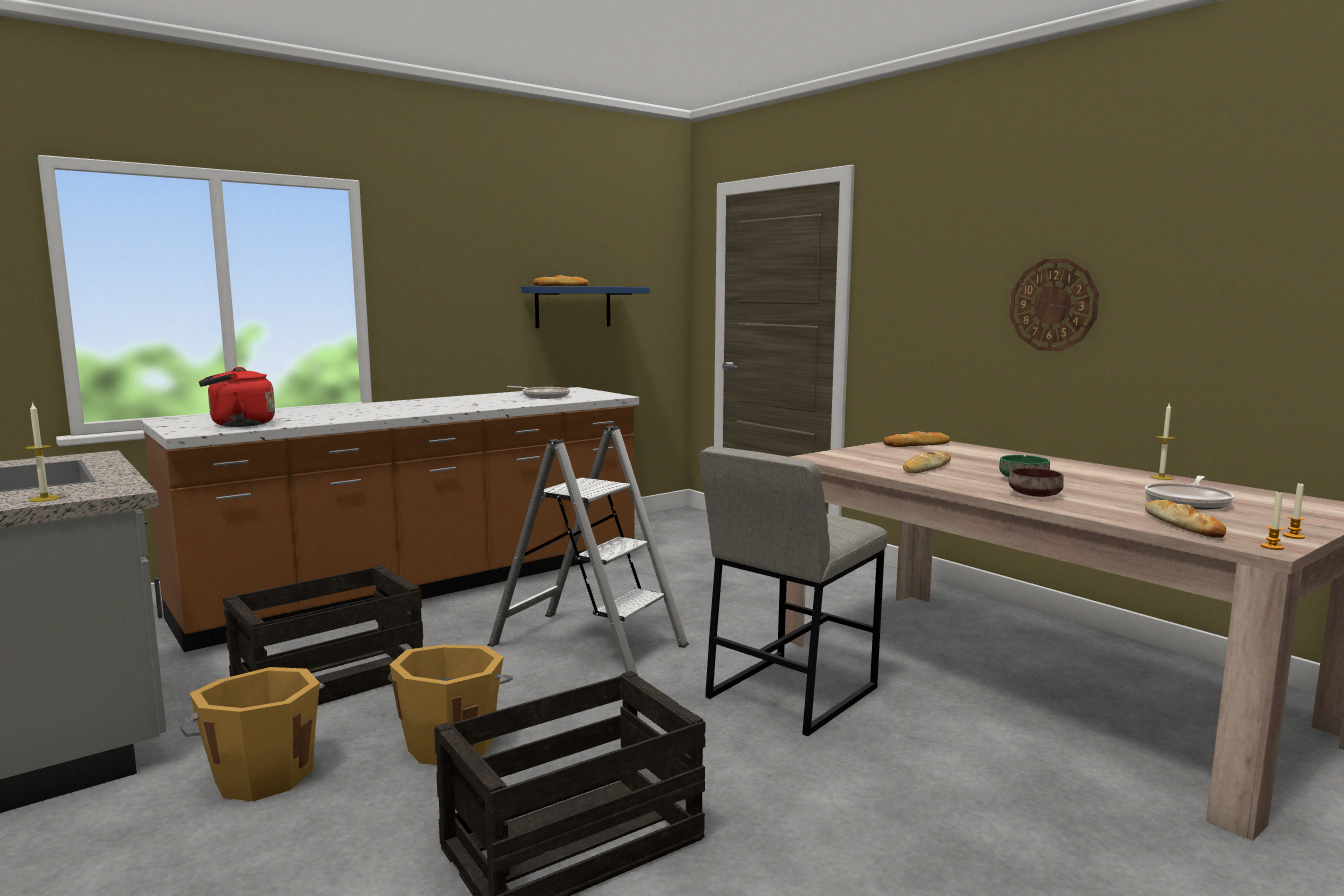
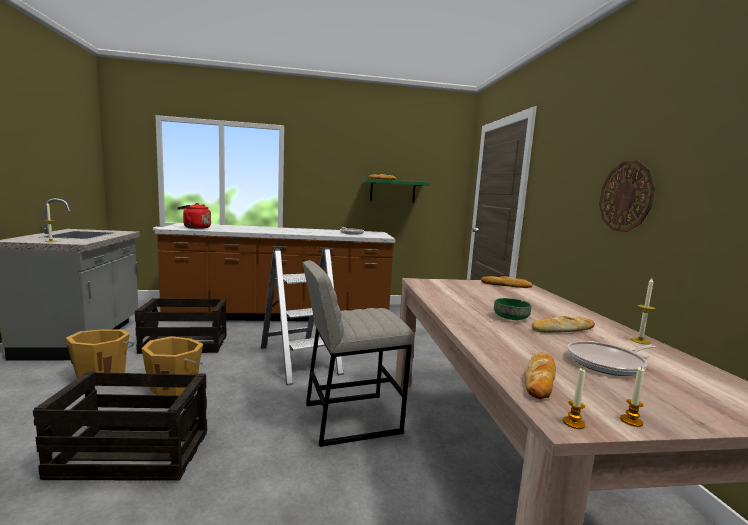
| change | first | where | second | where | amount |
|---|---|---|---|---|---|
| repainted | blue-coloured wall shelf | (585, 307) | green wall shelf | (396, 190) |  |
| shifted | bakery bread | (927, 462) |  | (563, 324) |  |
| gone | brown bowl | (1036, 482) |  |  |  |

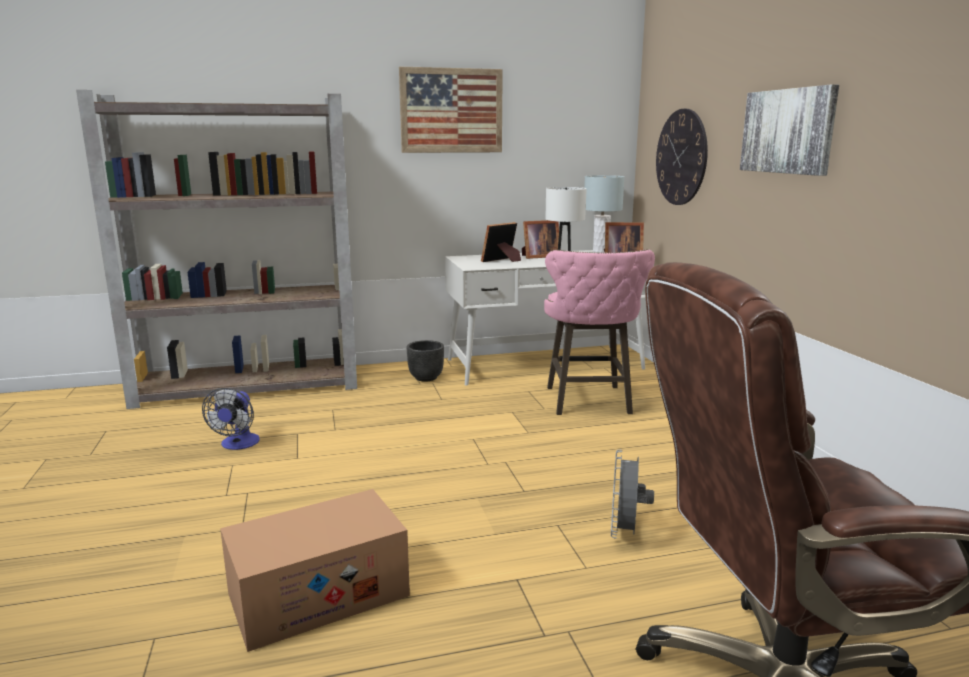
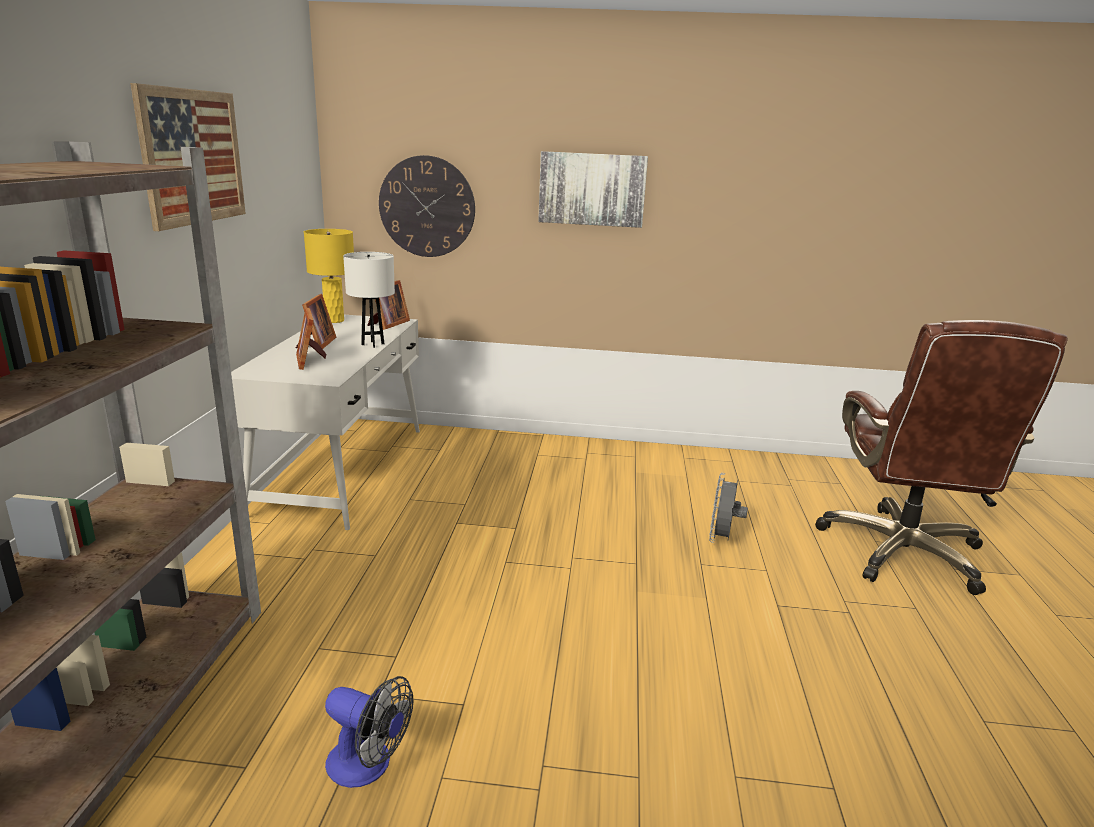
| change | first | where | second | where | amount |
|---|---|---|---|---|---|
| gone | packing box | (315, 570) |  |  |  |
| gone | black-coloured plant pot | (425, 361) |  |  |  |
| gone | pink stool | (599, 332) |  |  |  |
| repainted | grey table lamp | (604, 214) | yellow-coloured table lamp | (329, 276) |  |
| rotated | grey cooling fan | (632, 494) |  | (728, 508) | 75 degrees clockwise |

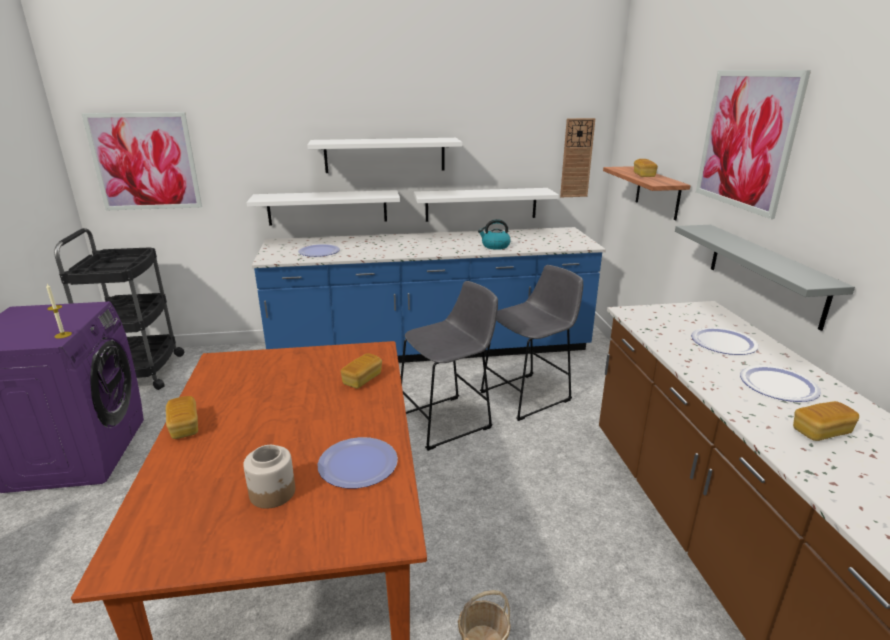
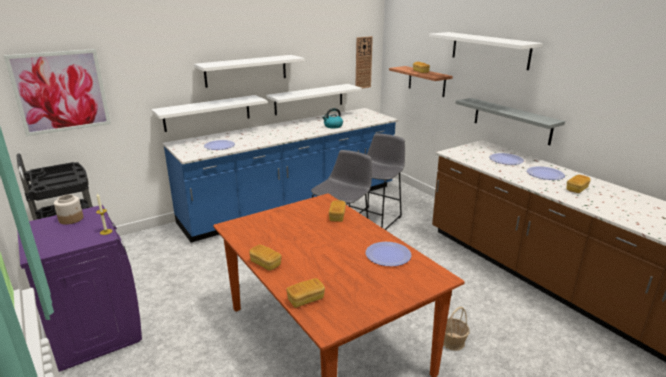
| change | first | where | second | where | amount |
|---|---|---|---|---|---|
| shifted | preserve jar | (269, 477) |  | (69, 209) |  |
| swapped | picture | (753, 144) | white-coloured wall shelf | (486, 51) |  |
| new |  |  | bakery bread | (306, 293) |  |

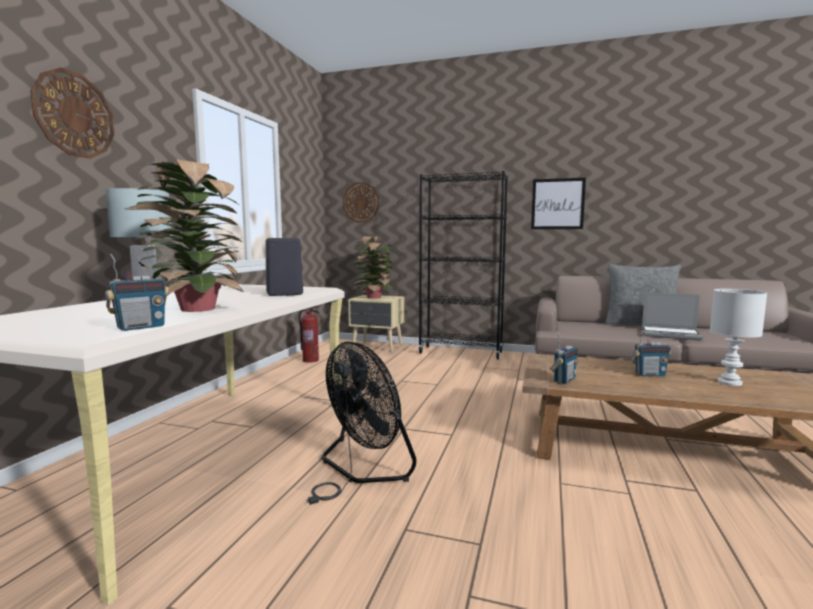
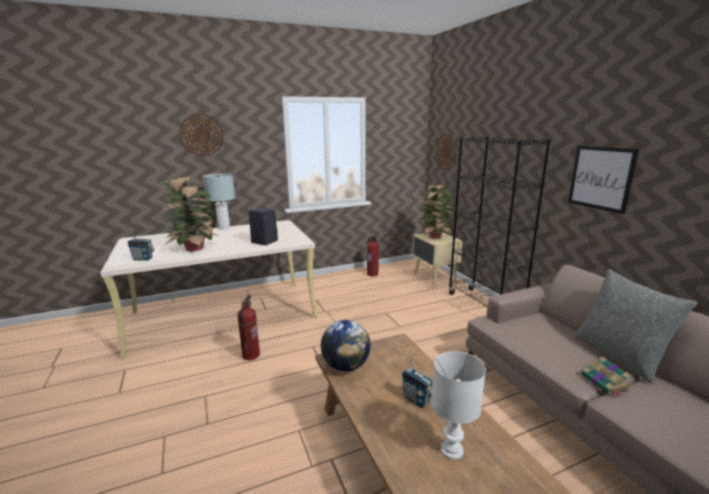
| change | first | where | second | where | amount |
|---|---|---|---|---|---|
| swapped | black-coloured cooling fan | (361, 423) | fire extinguisher | (248, 327) |  |
| swapped | radio | (564, 358) | globe | (346, 345) |  |
| swapped | notebook computer | (672, 316) | book | (606, 376) |  |

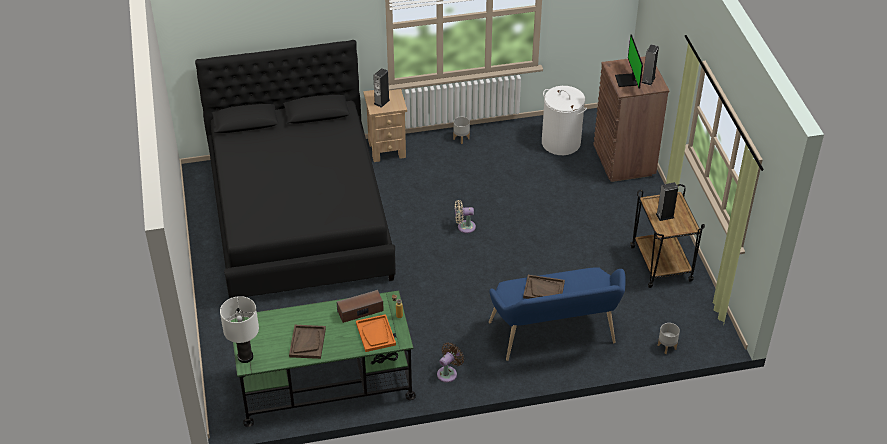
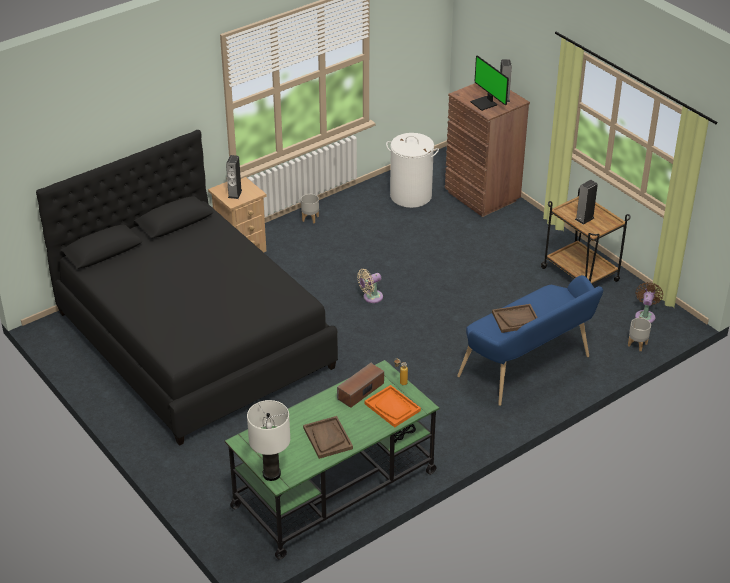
| change | first | where | second | where | amount |
|---|---|---|---|---|---|
| shifted | brown cooling fan | (450, 362) |  | (649, 302) |  |

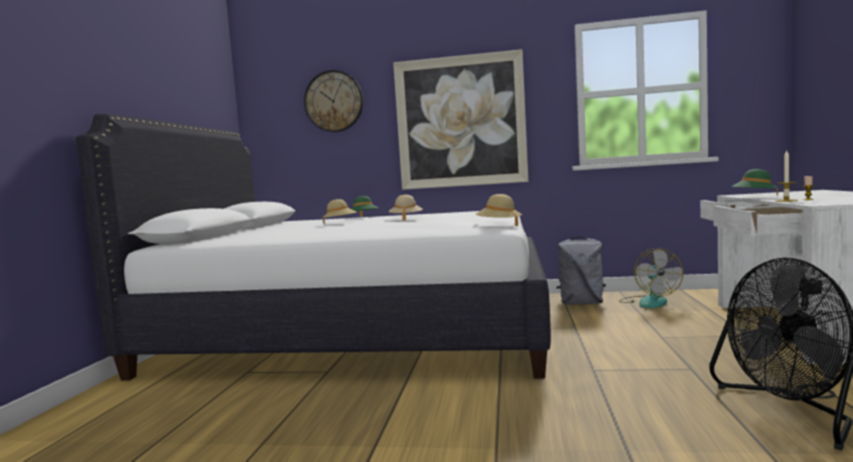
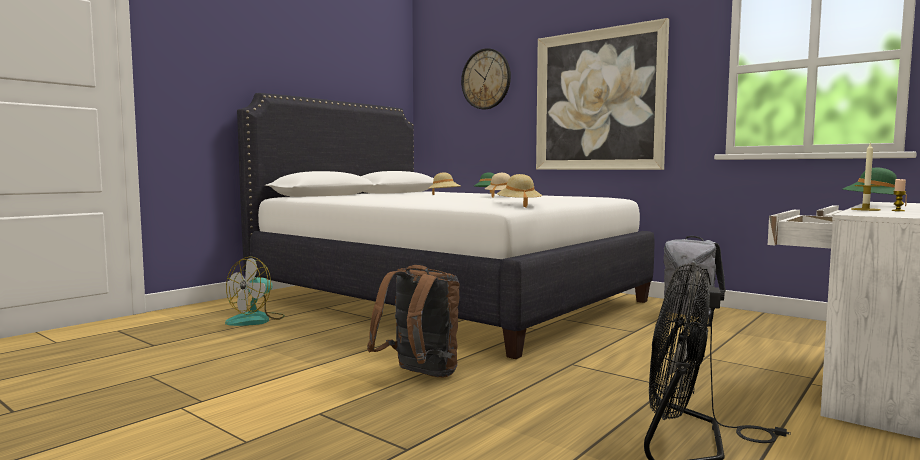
| change | first | where | second | where | amount |
|---|---|---|---|---|---|
| shifted | cooling fan | (651, 278) |  | (255, 291) |  |
| new |  |  | brown backpack | (413, 321) |  |

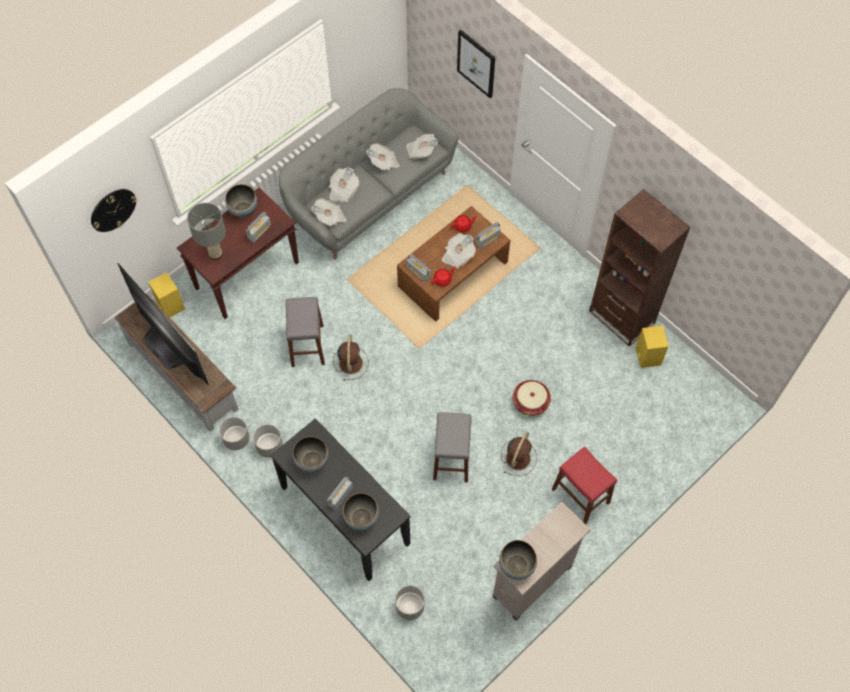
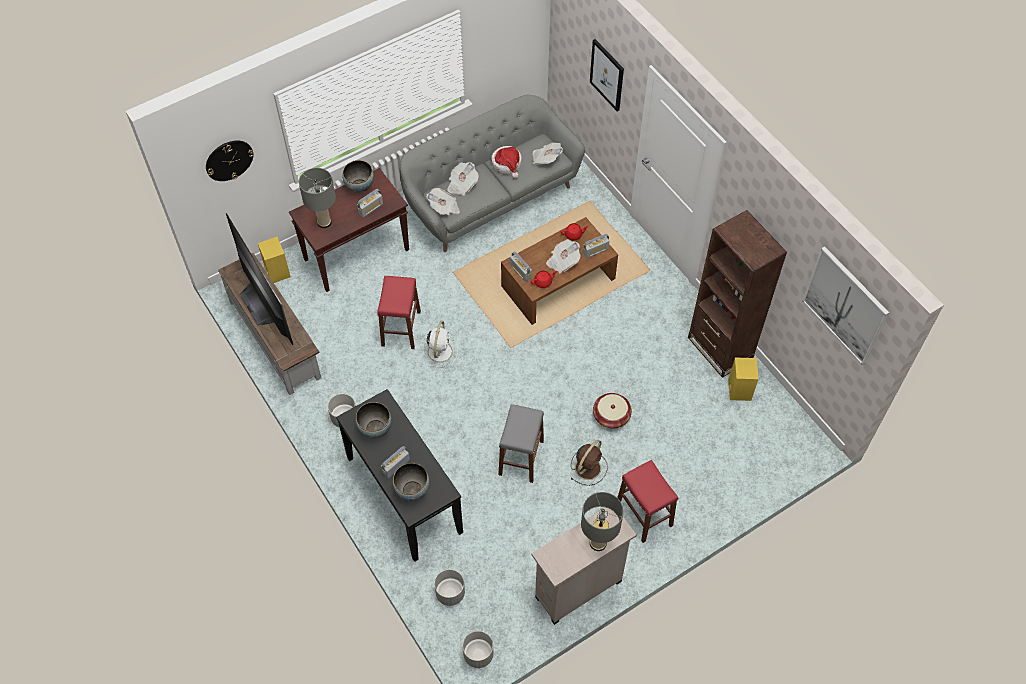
| change | first | where | second | where | amount |
|---|---|---|---|---|---|
| shifted | grey plant pot | (234, 433) |  | (478, 649) |  |
| repainted | grey stool | (305, 332) | red stool | (399, 312) |  |
| repainted | brown cooling fan | (351, 358) | white-coloured cooling fan | (440, 344) |  |
| swapped | newspaper | (382, 156) | clothing hat | (506, 162) |  |
| gone | bowl | (518, 560) |  |  |  |
| new |  |  | grey table lamp | (602, 521) |  |
| new |  |  | picture | (845, 305) |  |

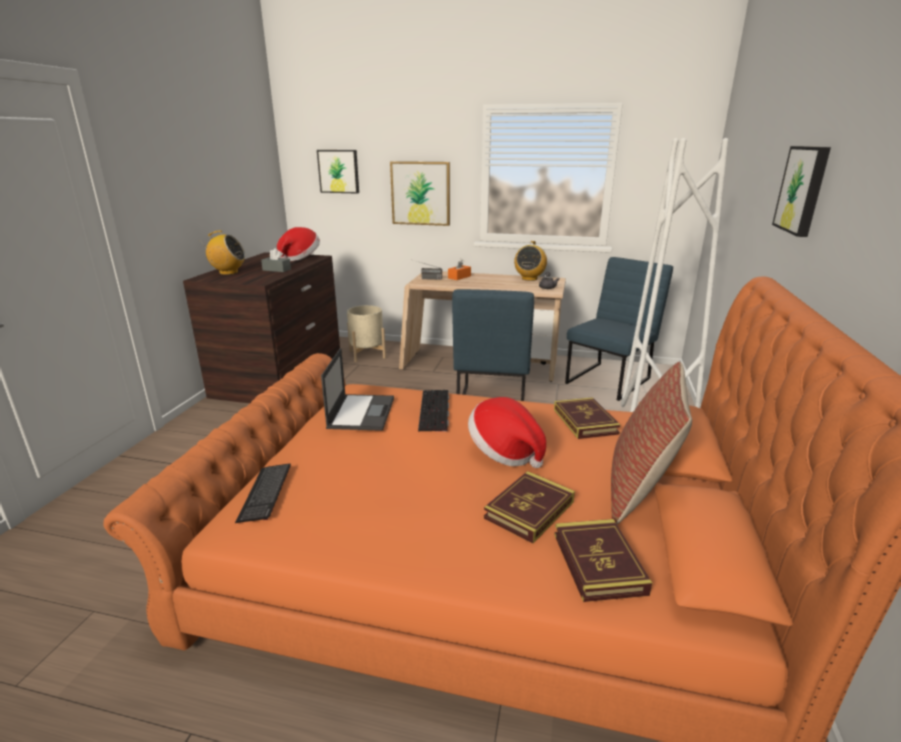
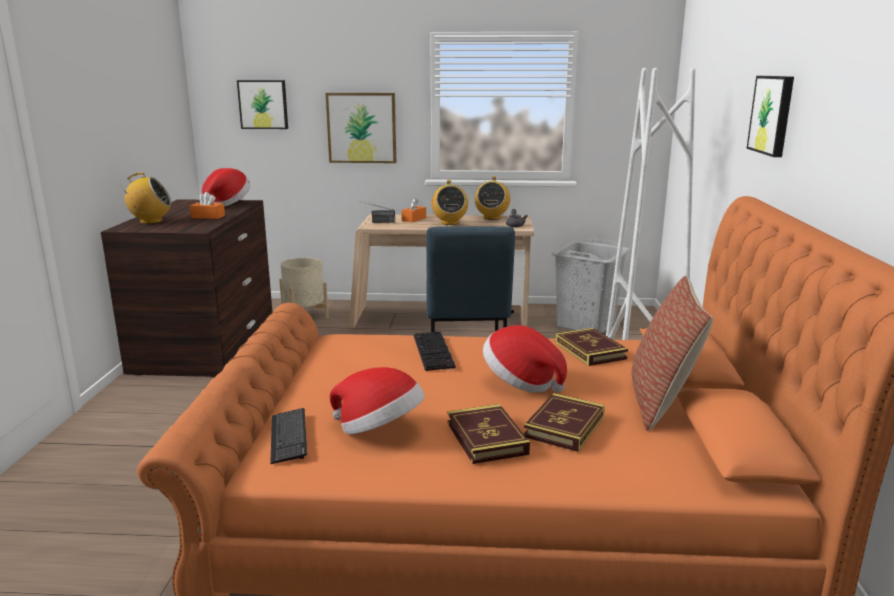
| change | first | where | second | where | amount |
|---|---|---|---|---|---|
| repainted | grey tissue holder | (276, 260) | orangey tissue holder | (207, 205) |  |
| gone | notebook computer | (357, 389) |  |  |  |
| shifted | book | (603, 560) |  | (489, 434) |  |
| swapped | blue-coloured upright chair | (619, 329) | grey washing basket | (591, 285) |  |
| new |  |  | clothing hat | (377, 400) |  |
| new |  |  | radio | (449, 202) |  |

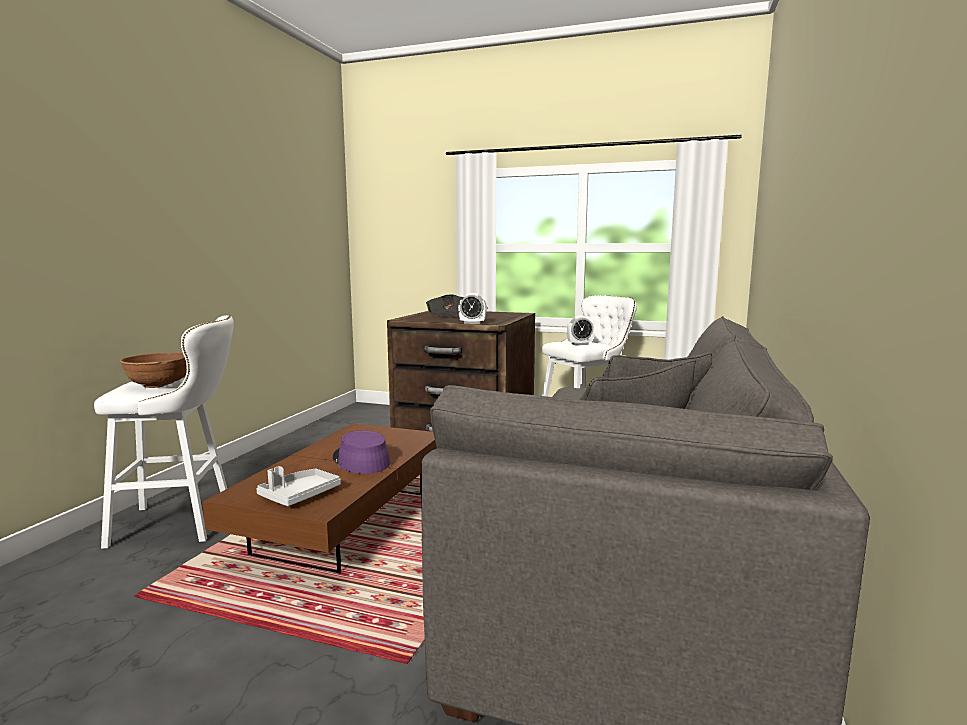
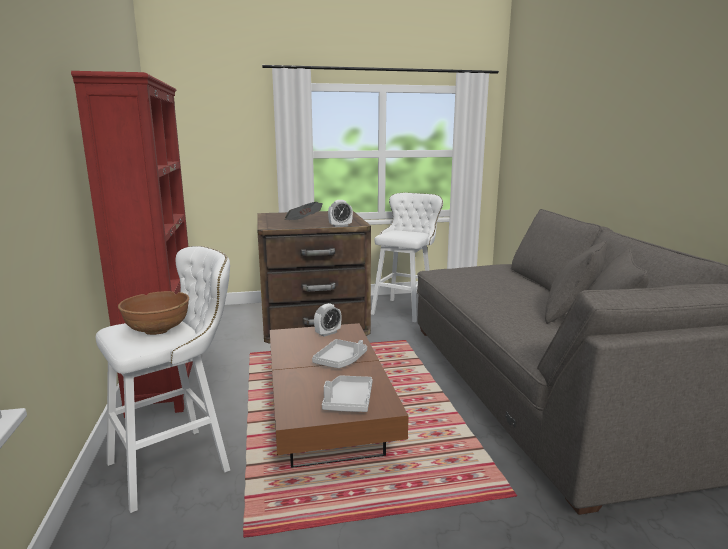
| change | first | where | second | where | amount |
|---|---|---|---|---|---|
| swapped | purplish clothing hat | (361, 452) | grey carrying tray | (339, 353) |  |
| shifted | alarm clock | (580, 330) |  | (328, 320) |  |
| new |  |  | red bookshelf | (132, 244) |  |

